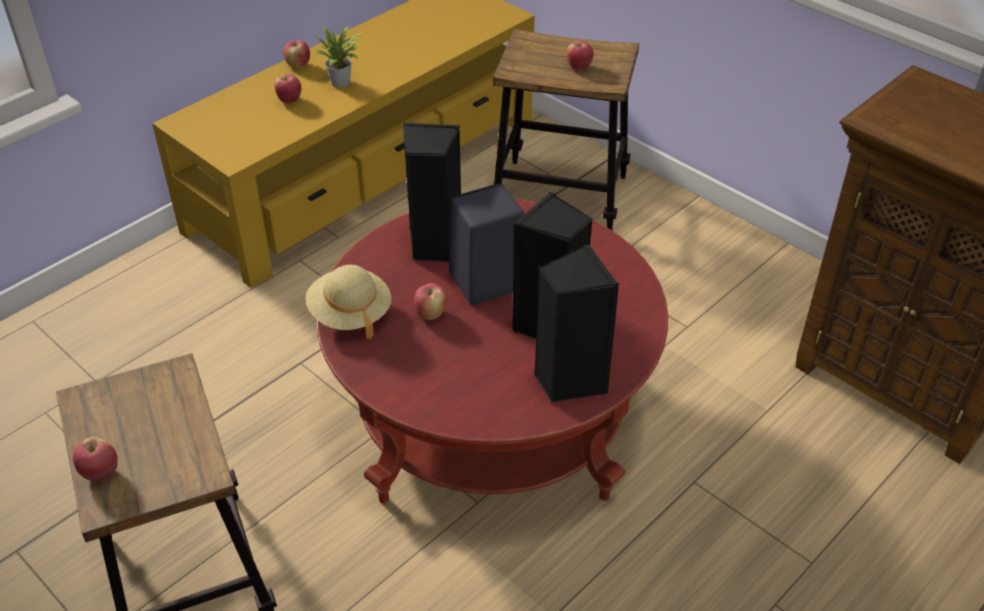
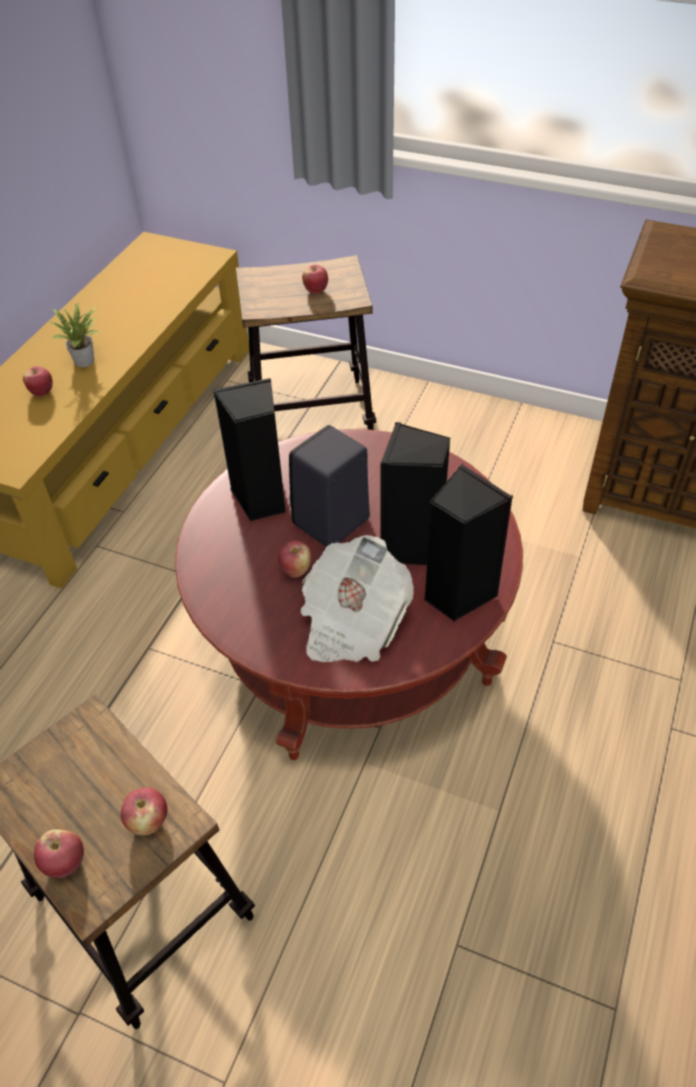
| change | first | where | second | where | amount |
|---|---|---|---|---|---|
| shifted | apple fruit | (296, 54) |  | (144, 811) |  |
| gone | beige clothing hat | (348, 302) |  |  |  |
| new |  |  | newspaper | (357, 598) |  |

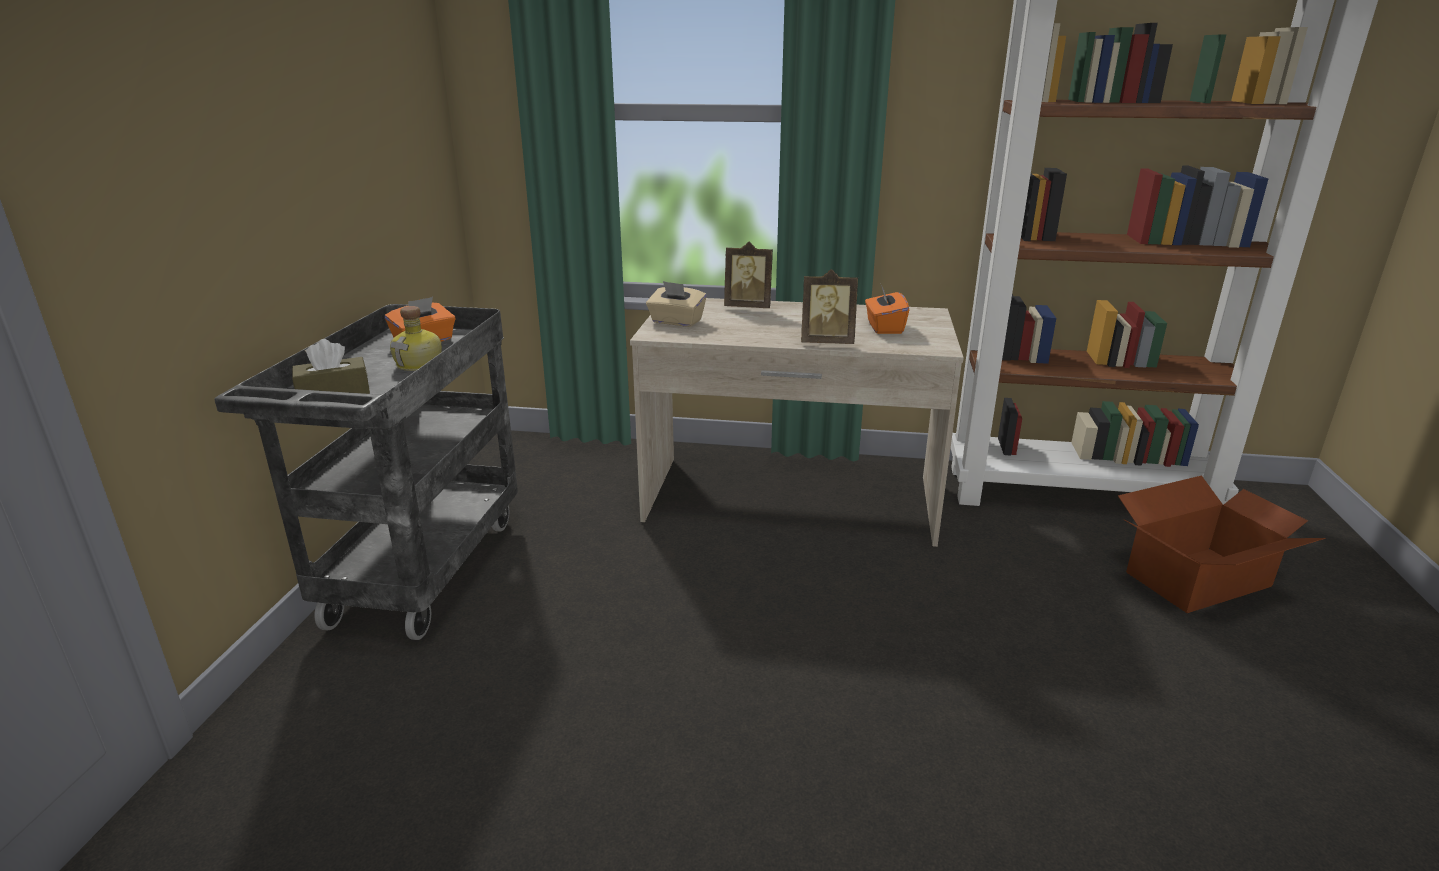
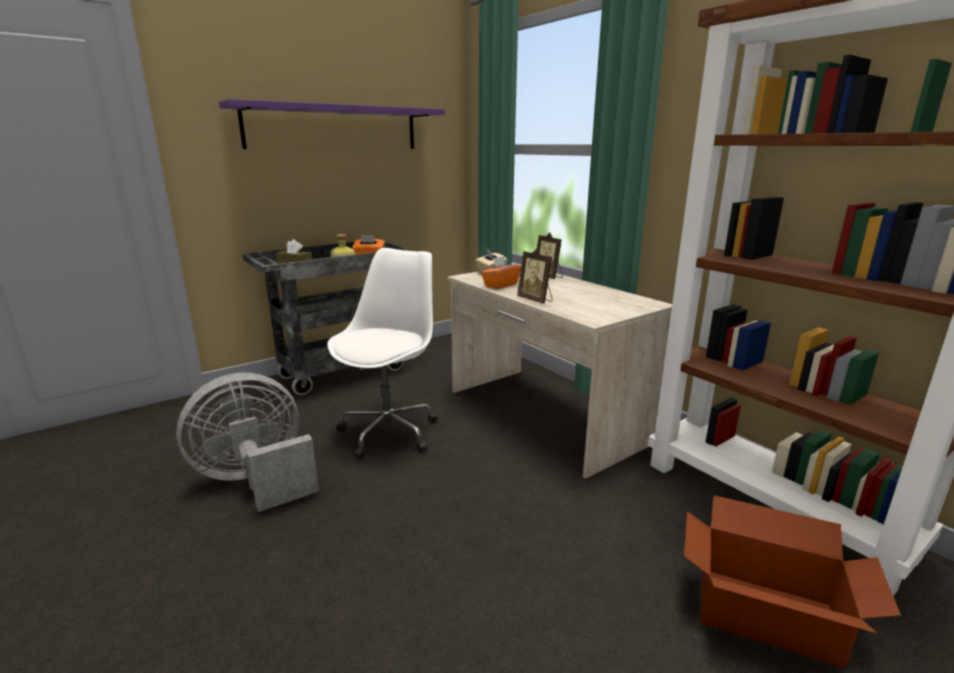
| change | first | where | second | where | amount |
|---|---|---|---|---|---|
| shifted | orangey tissue holder | (887, 309) |  | (501, 272) |  |
| new |  |  | grey cooling fan | (247, 442) |  |
| new |  |  | purplish wall shelf | (332, 124) |  |
| new |  |  | white-coloured office chair | (382, 353) |  |

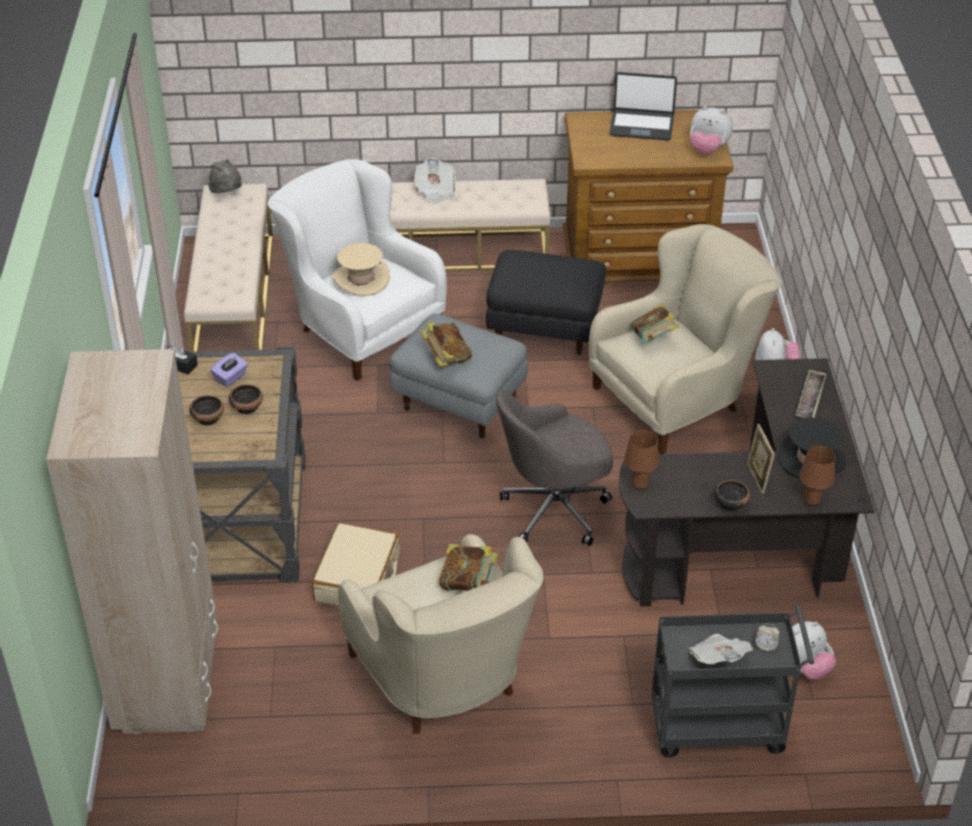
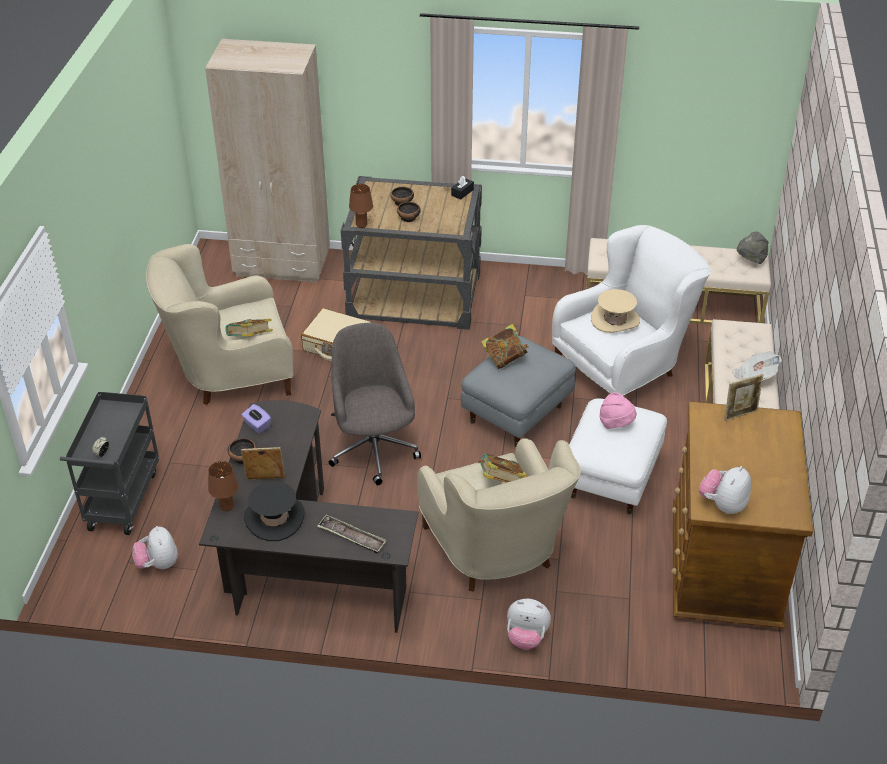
| change | first | where | second | where | amount |
|---|---|---|---|---|---|
| shifted | purplish tissue holder | (229, 370) |  | (256, 418) |  |
| repainted | black-coloured ottoman | (546, 302) | white-coloured ottoman | (618, 456) |  |
| gone | notebook computer | (643, 106) |  |  |  |
| shifted | brown table lamp | (641, 460) |  | (361, 206) |  |
| gone | newspaper | (721, 649) |  |  |  |
| new |  |  | pink clothing hat | (618, 410) |  |
| new |  |  | standing frame | (743, 397) |  |

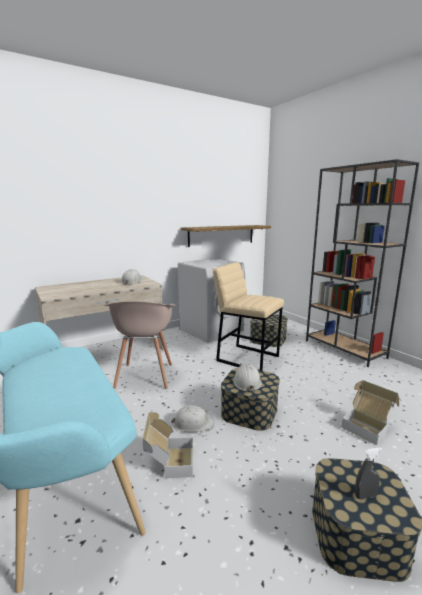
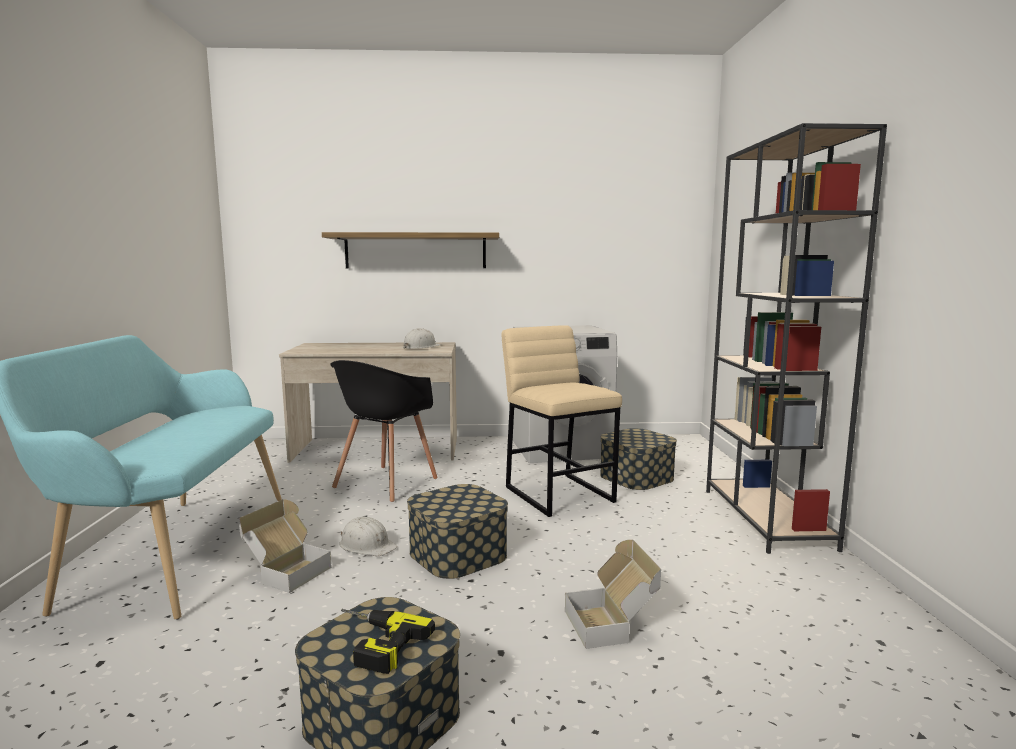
| change | first | where | second | where | amount |
|---|---|---|---|---|---|
| repainted | beige upright chair | (139, 345) | black-coloured upright chair | (384, 431) |  |
| shifted | wall shelf | (226, 236) |  | (410, 250) |  |
| gone | white-coloured safety helmet | (247, 378) |  |  |  |
| swapped | grey spray bottle | (368, 473) | electric drill | (388, 641) |  |

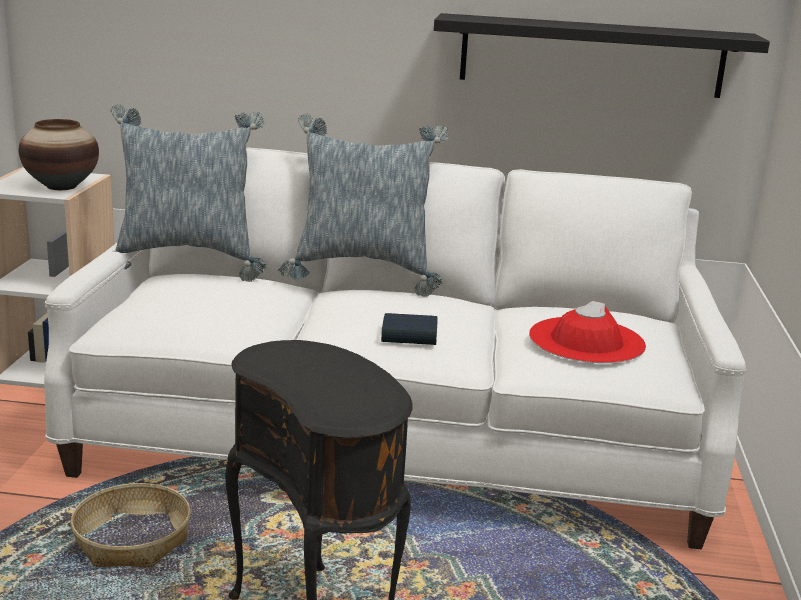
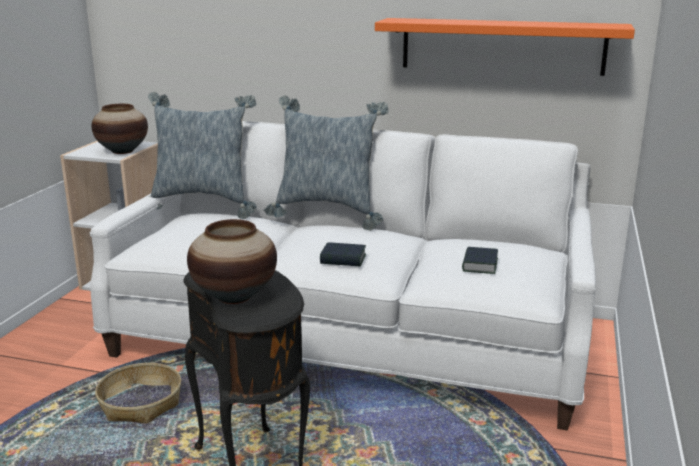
| change | first | where | second | where | amount |
|---|---|---|---|---|---|
| repainted | black-coloured wall shelf | (602, 55) | orangey wall shelf | (505, 47) |  |
| swapped | red clothing hat | (587, 332) | book | (480, 260) |  |
| new |  |  | vase | (232, 261) |  |

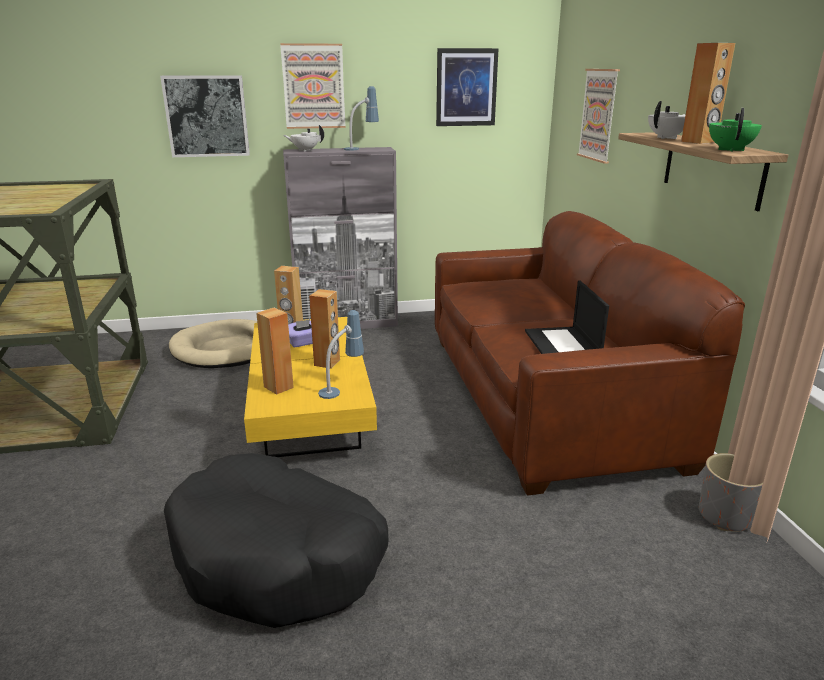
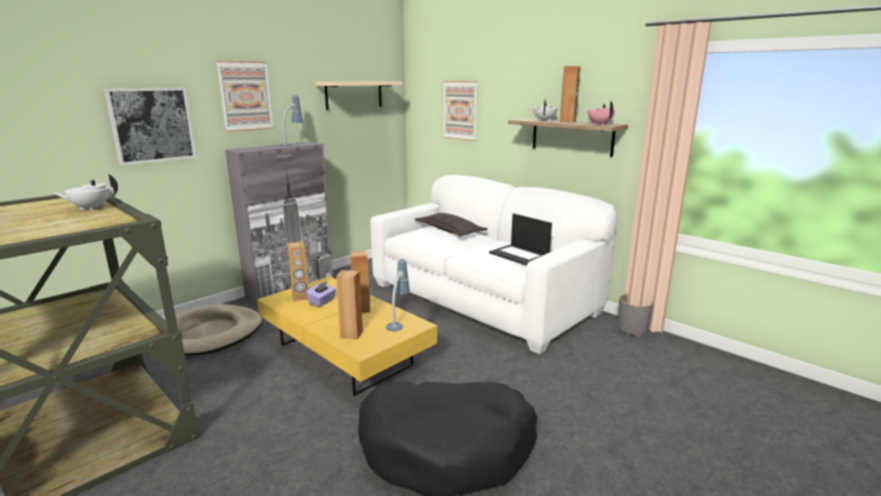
| change | first | where | second | where | amount |
|---|---|---|---|---|---|
| shifted | white-coloured teapot | (304, 138) |  | (84, 192) |  |
| repainted | brown couch | (590, 353) | white-coloured couch | (493, 264) |  |
| swapped | picture | (467, 87) | beige wall shelf | (359, 96) |  |
| repainted | green teapot | (735, 130) | pink teapot | (601, 113) |  |
| new |  |  | throw pillow | (451, 225) |  |

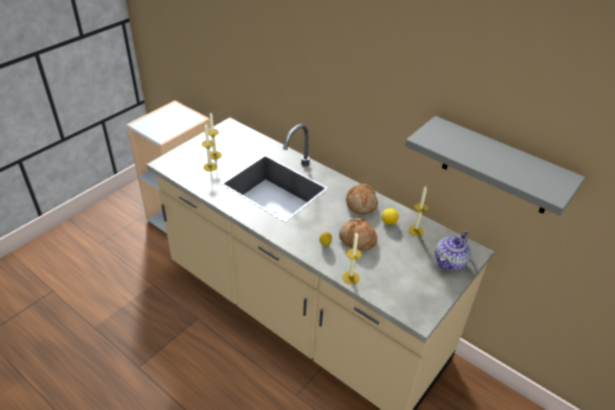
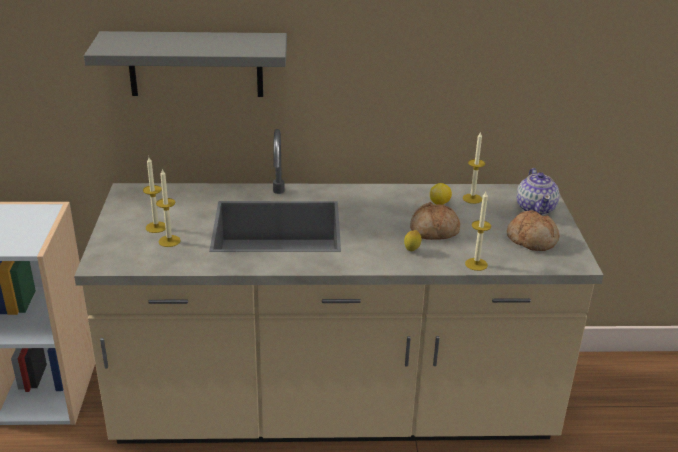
| change | first | where | second | where | amount |
|---|---|---|---|---|---|
| shifted | bakery bread | (362, 199) |  | (533, 230) |  |
| shifted | grey wall shelf | (495, 166) |  | (185, 64) |  |

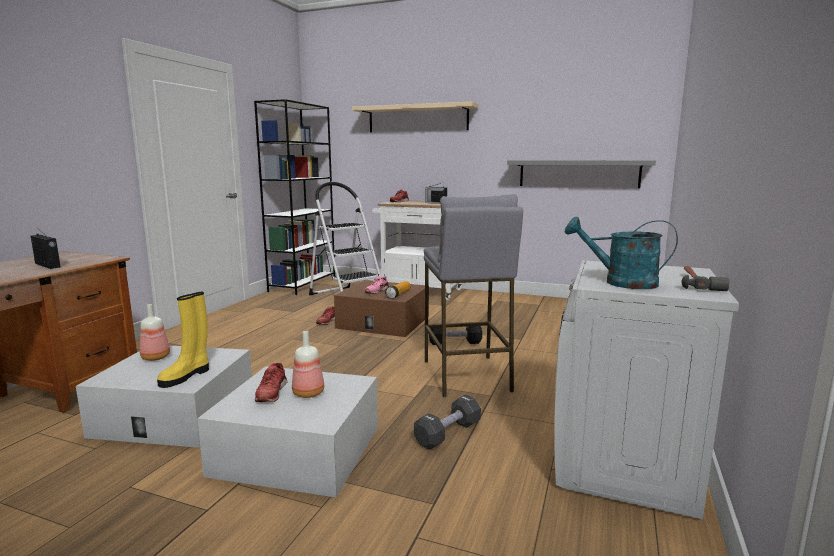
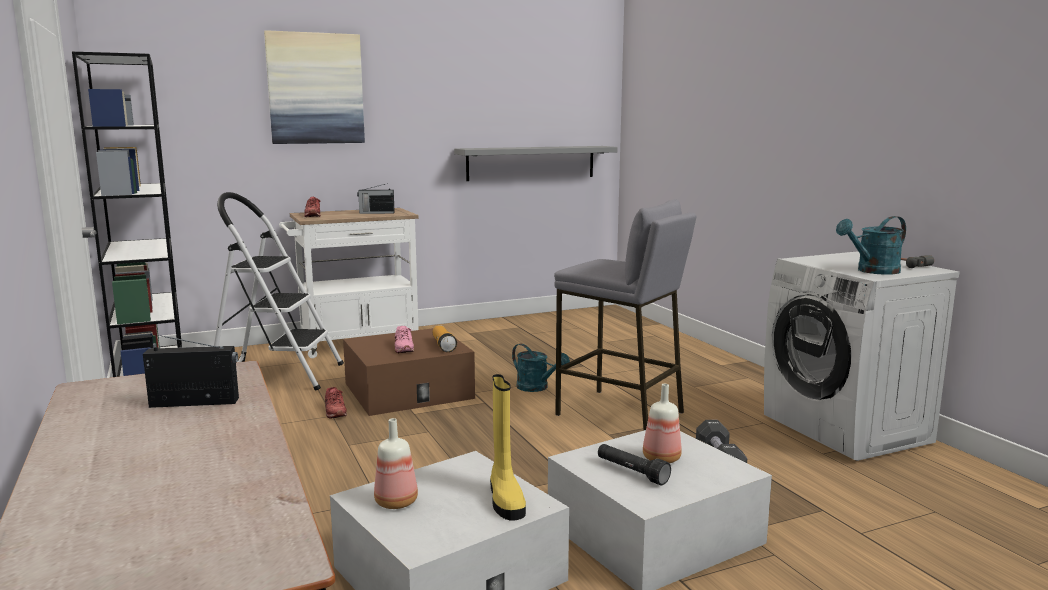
| change | first | where | second | where | amount |
|---|---|---|---|---|---|
| swapped | red item of footwear | (271, 382) | black-coloured flashlight | (634, 464) |  |
| swapped | beige wall shelf | (415, 117) | picture | (314, 87) |  |
| swapped | black-coloured dumbbell | (455, 335) | turquoise-coloured watering pot | (541, 368) |  |

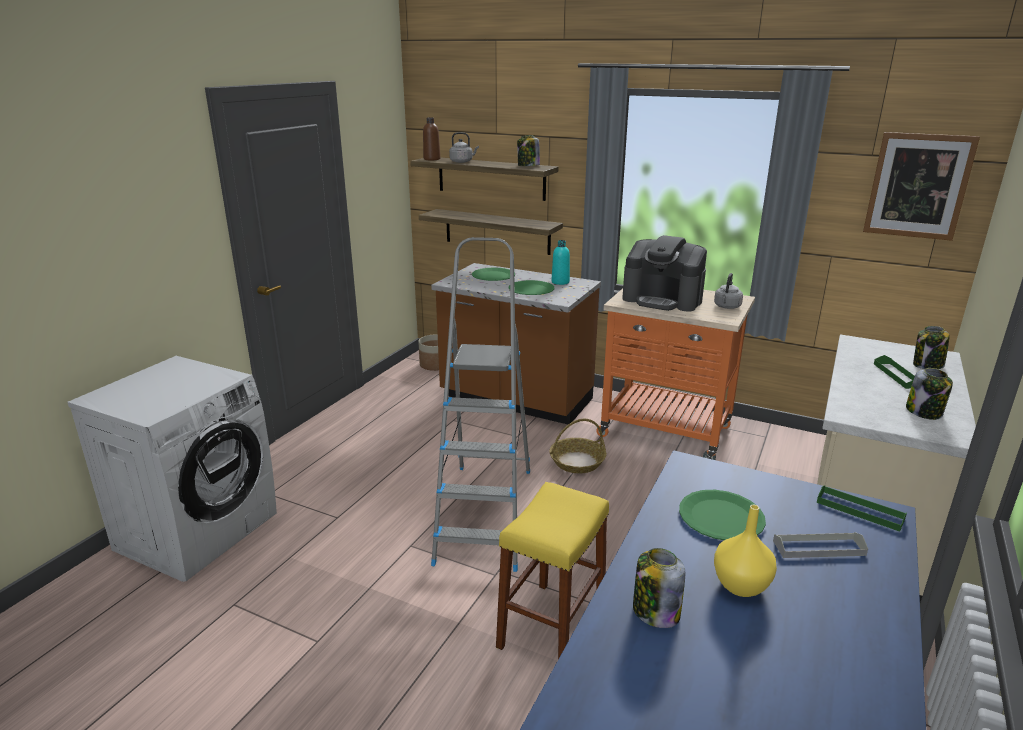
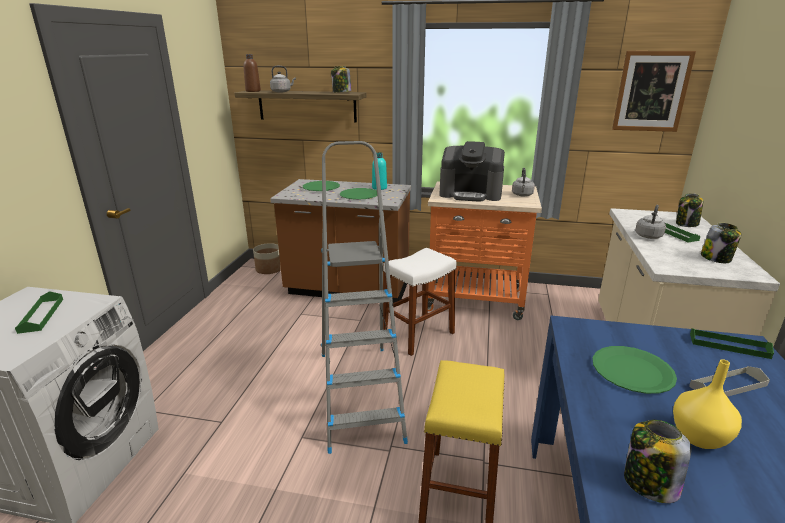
| change | first | where | second | where | amount |
|---|---|---|---|---|---|
| gone | wall shelf | (491, 232) |  |  |  |
| swapped | storage basket | (577, 446) | white-coloured stool | (420, 302) |  |
| new |  |  | green carrying tray | (39, 312) |  |
| new |  |  | grey water kettle | (650, 222) |  |

